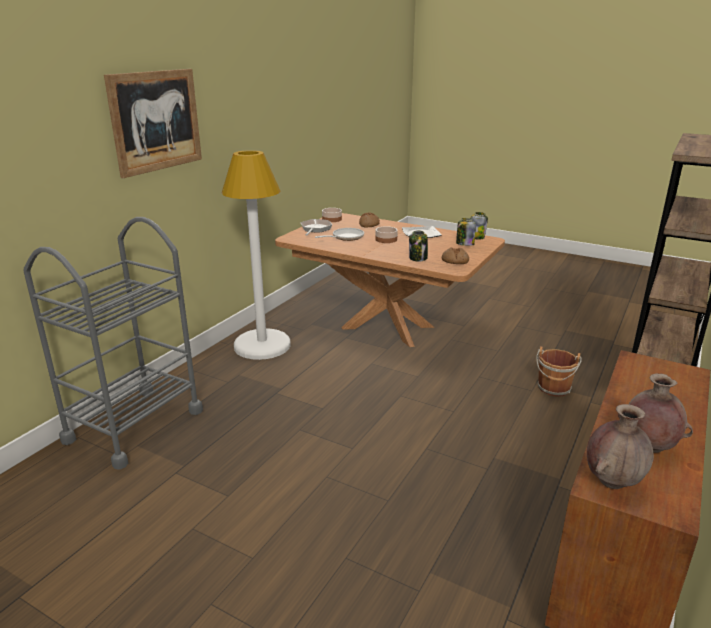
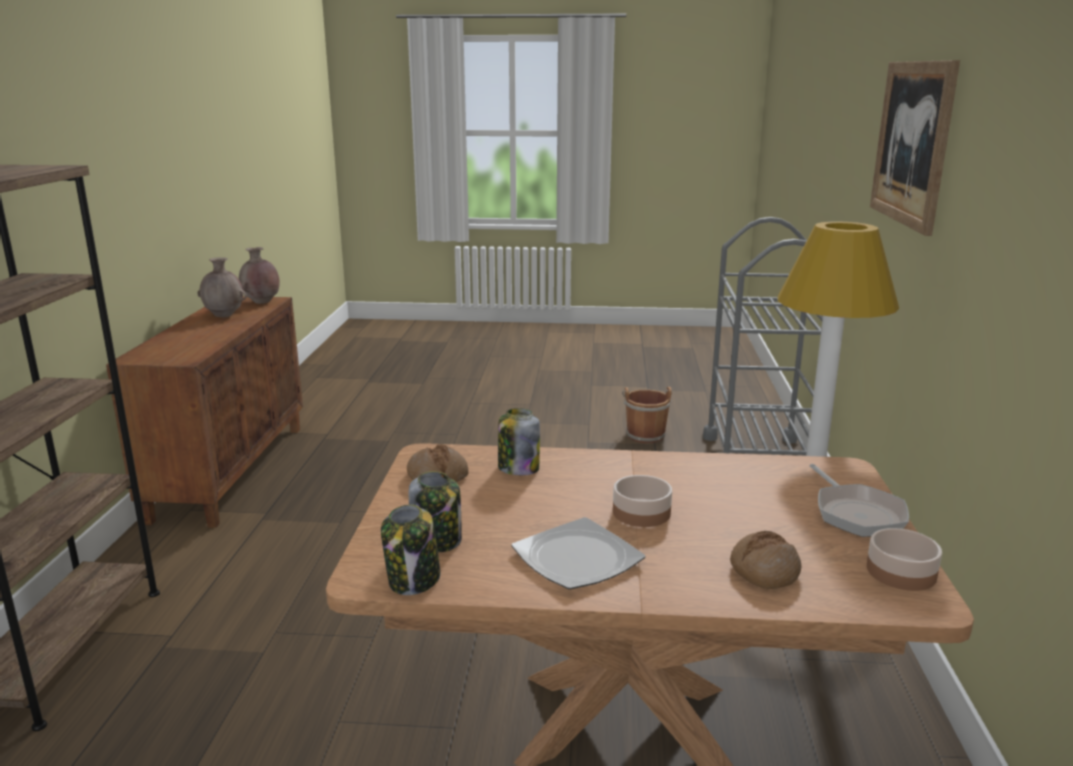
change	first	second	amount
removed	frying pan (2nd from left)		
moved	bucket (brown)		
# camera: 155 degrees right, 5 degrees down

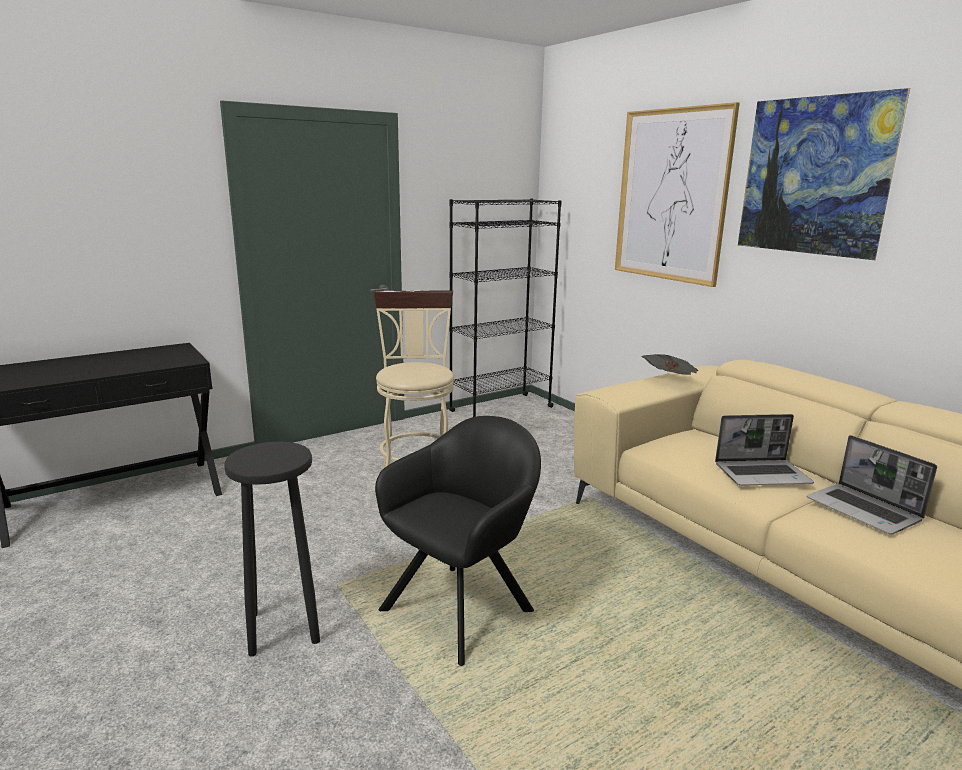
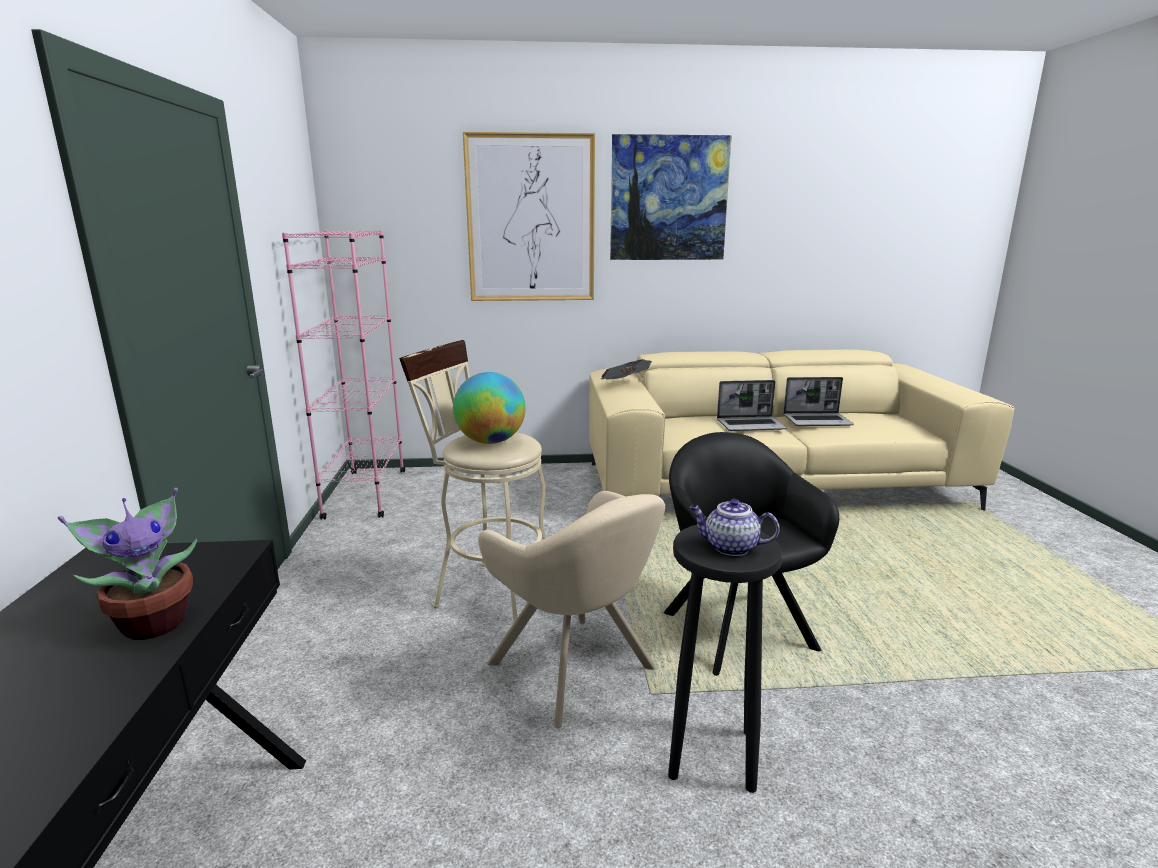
change	first	second	amount
added		potted plant	
added		globe	
added		armchair (beige)	
added		teapot	
recoloured	bookcase (black)	bookcase (pink)	
turned	laptop (1st from left)		60 degrees clockwise
# camera: 60 degrees left, 0 degrees up

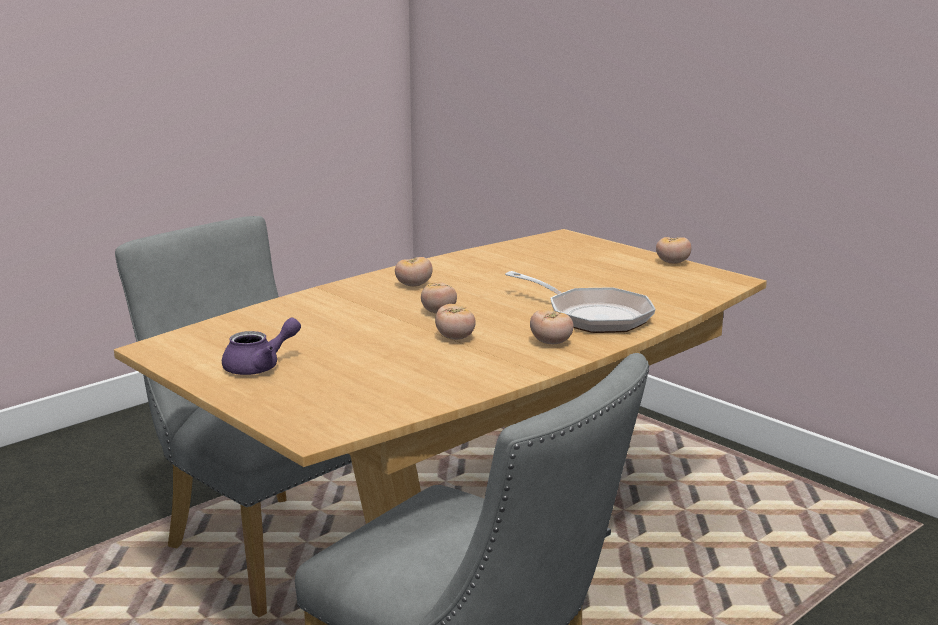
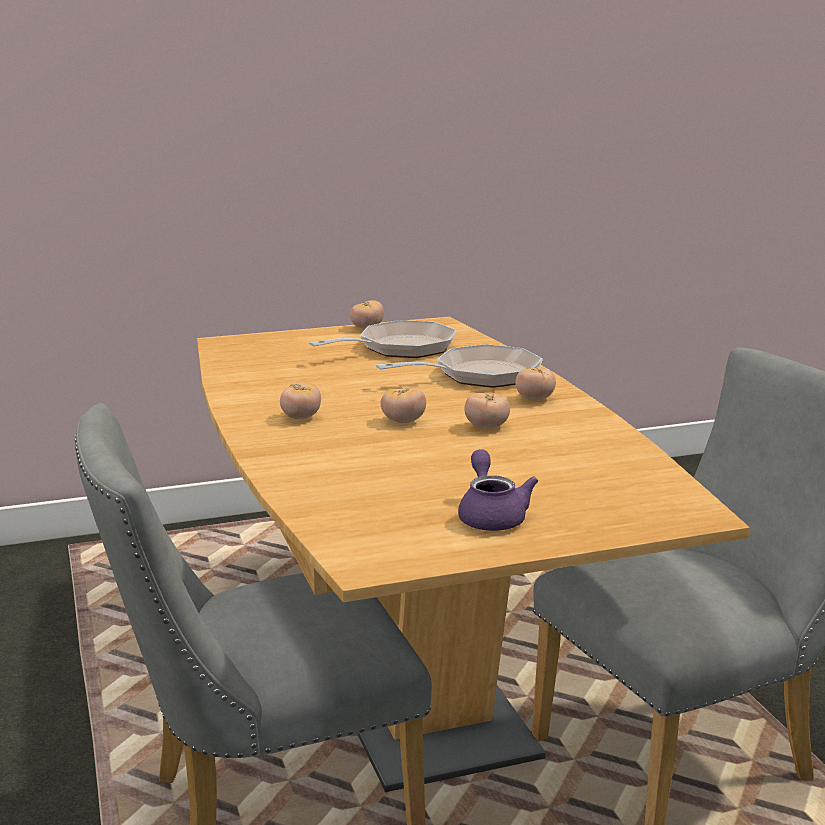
change	first	second	amount
added		frying pan (1st from left)	
# camera: 65 degrees left, 0 degrees up

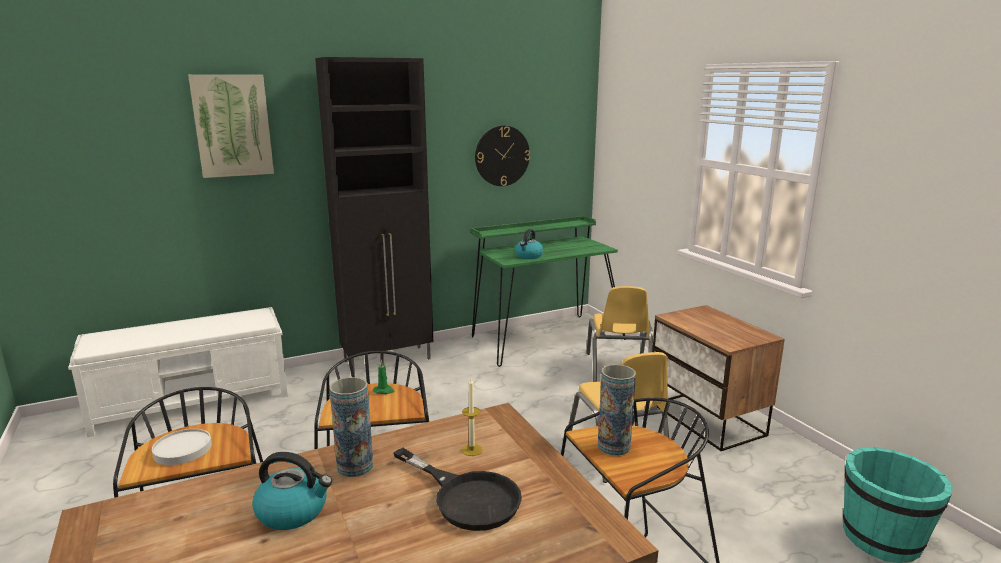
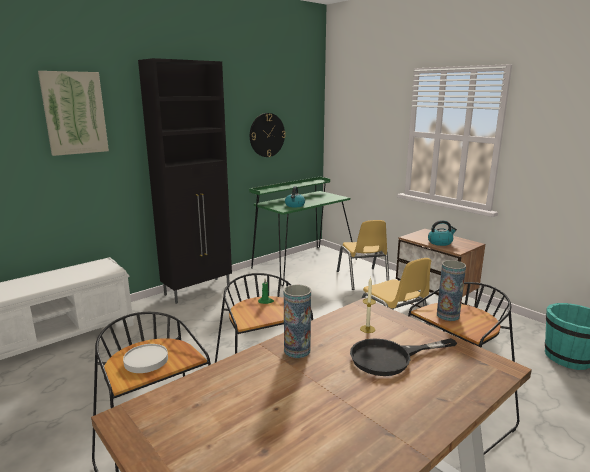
change	first	second	amount
moved	kettle (1st from left in the first image)	kettle (2nd from left)	
turned	frying pan (black)		135 degrees clockwise
# camera: 15 degrees left, 0 degrees up

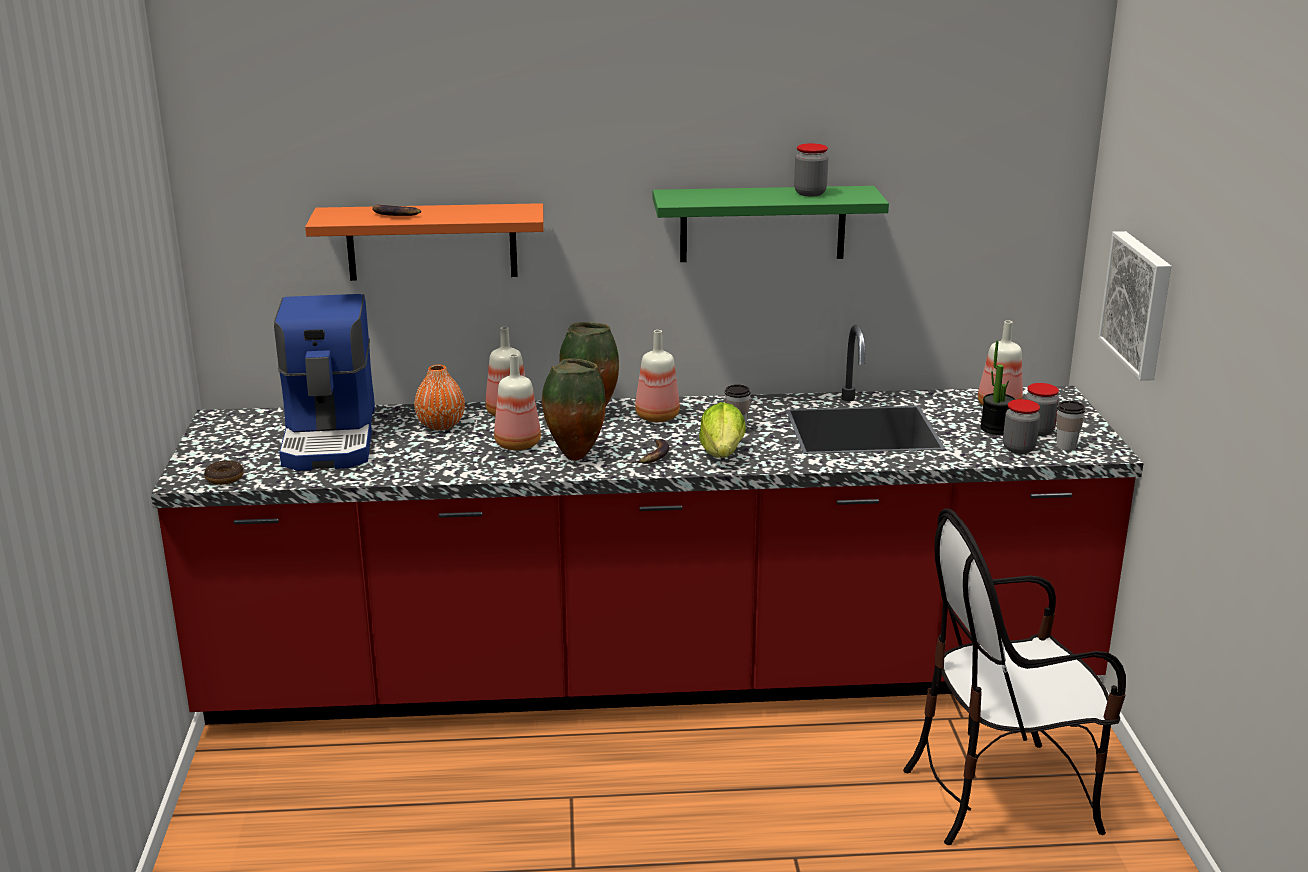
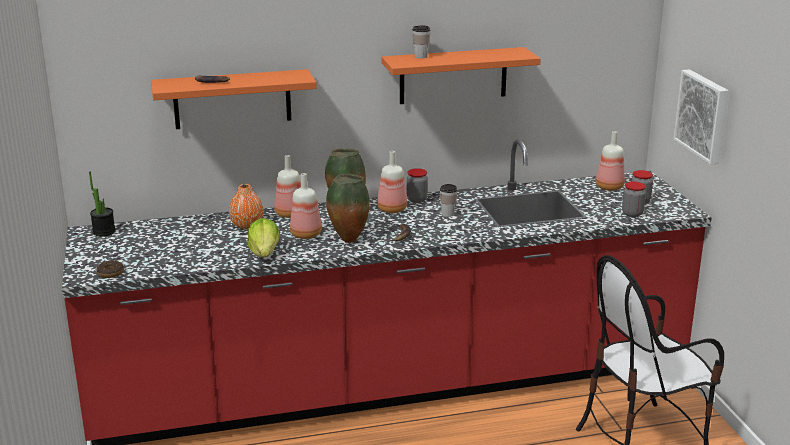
change	first	second	amount
removed	coffee machine		
moved	lettuce		
moved	jar (1st from left)		
moved	potted plant		
moved	cup (2nd from left in the first image)	cup (1st from left)	
recoloured	shelf (green)	shelf (orange) (2nd from left)	
# camera: 10 degrees left, 0 degrees up

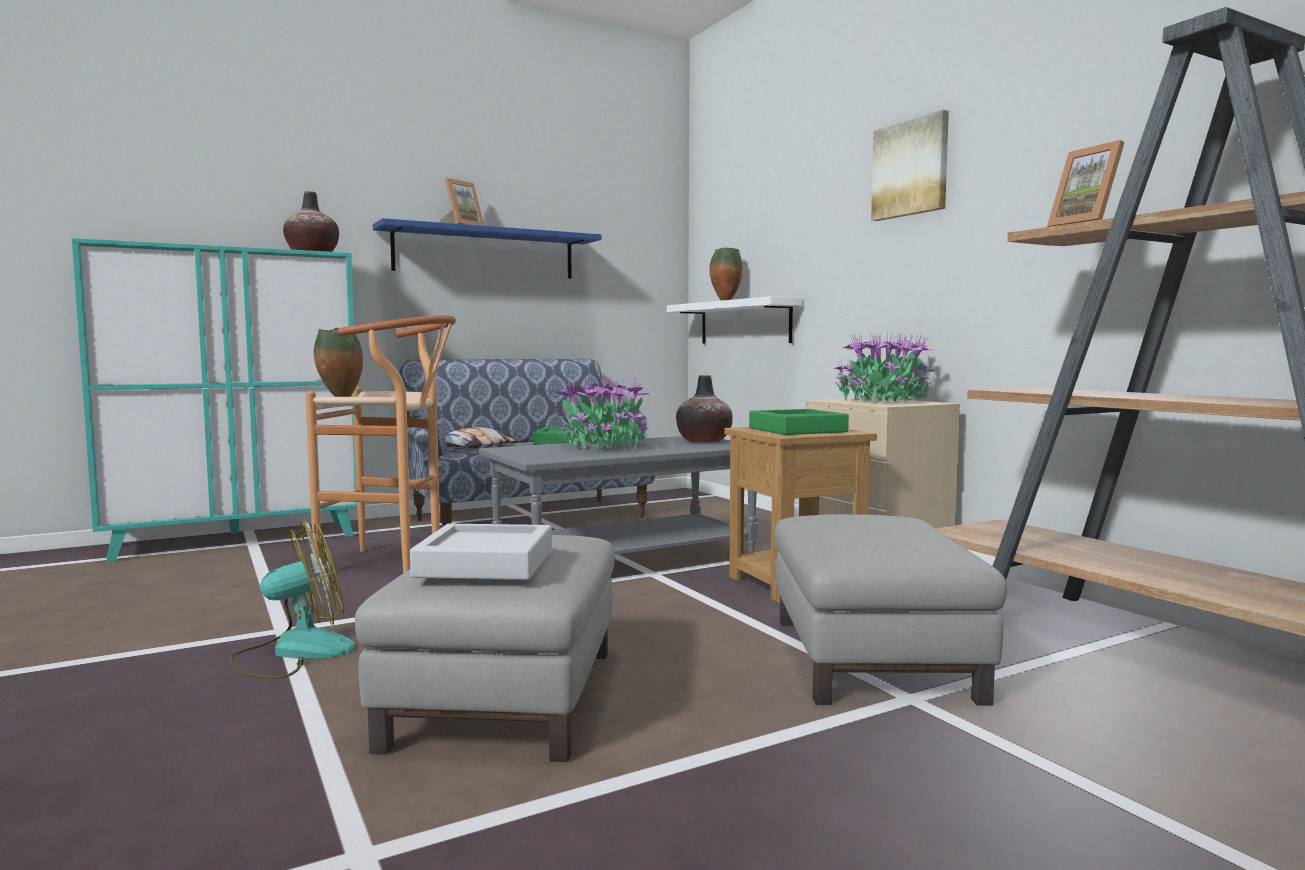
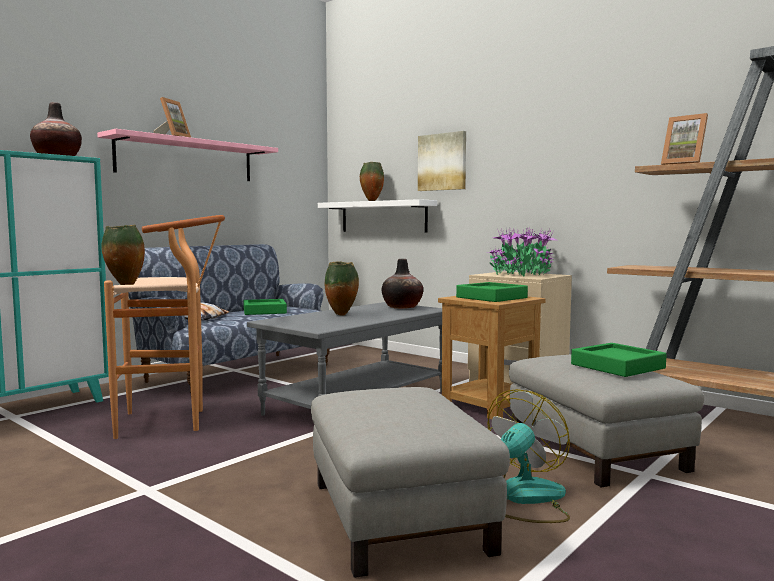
change	first	second	amount
removed	tray (grey)		
added		tray (green) (3rd from left)	
moved	fan		
moved	picture		
replaced	potted plant (1st from left)	vase (3rd from left)	
recoloured	shelf (blue)	shelf (pink)	
# camera: 20 degrees left, 0 degrees up

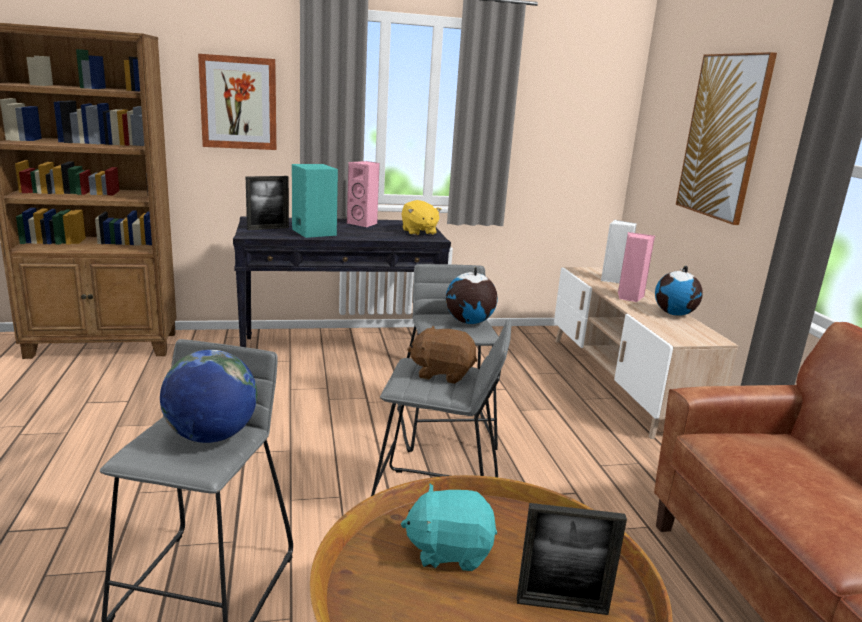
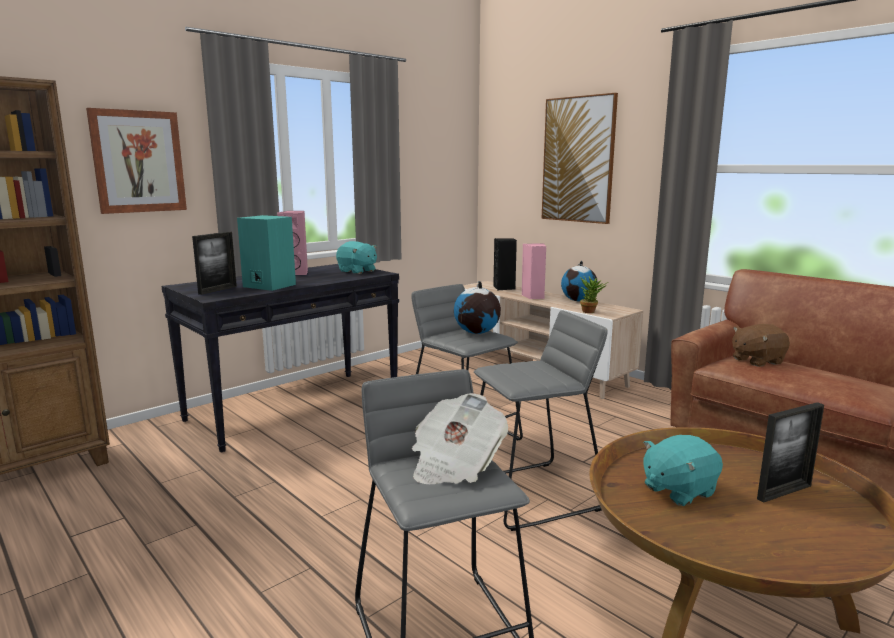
change	first	second	amount
added		potted plant	
moved	plush toy (brown)		
replaced	globe (1st from left)	newspaper	
recoloured	plush toy (yellow)	plush toy (turquoise) (1st from left)	
recoloured	speaker (white)	speaker (black)	
# camera: 30 degrees left, 5 degrees down

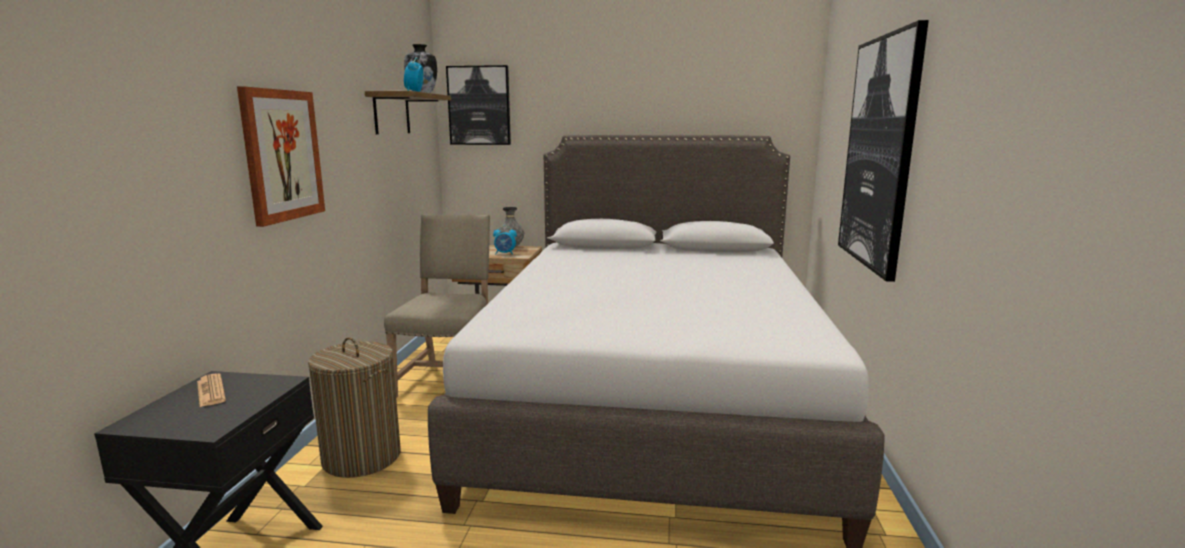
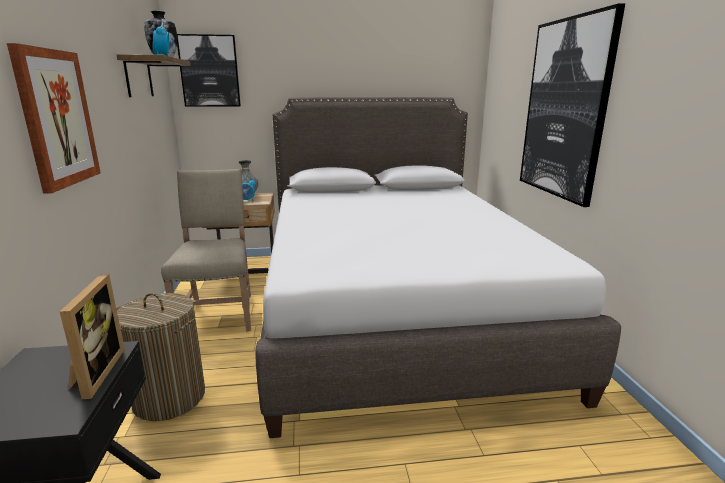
change	first	second	amount
removed	newspaper		
added		picture frame	
# camera: 15 degrees left, 5 degrees up

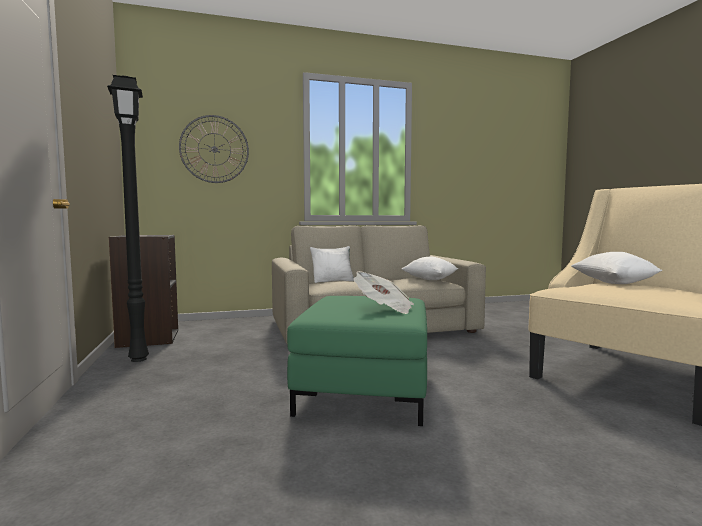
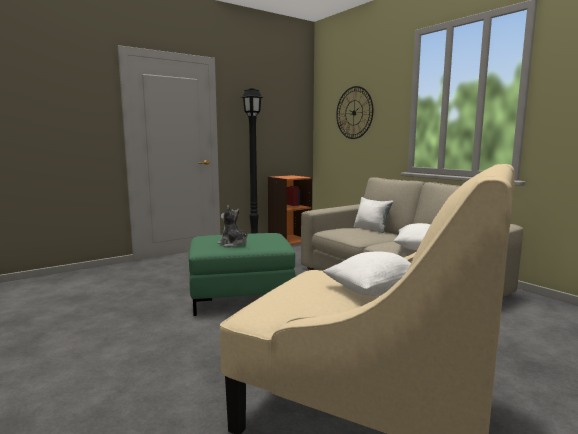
change	first	second	amount
replaced	newspaper	plush toy	
recoloured	bookcase (black)	bookcase (orange)	
# camera: 70 degrees right, 5 degrees up

